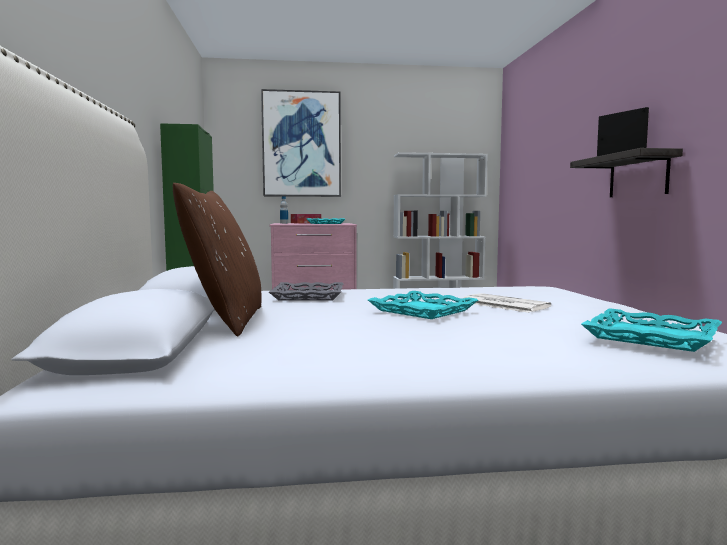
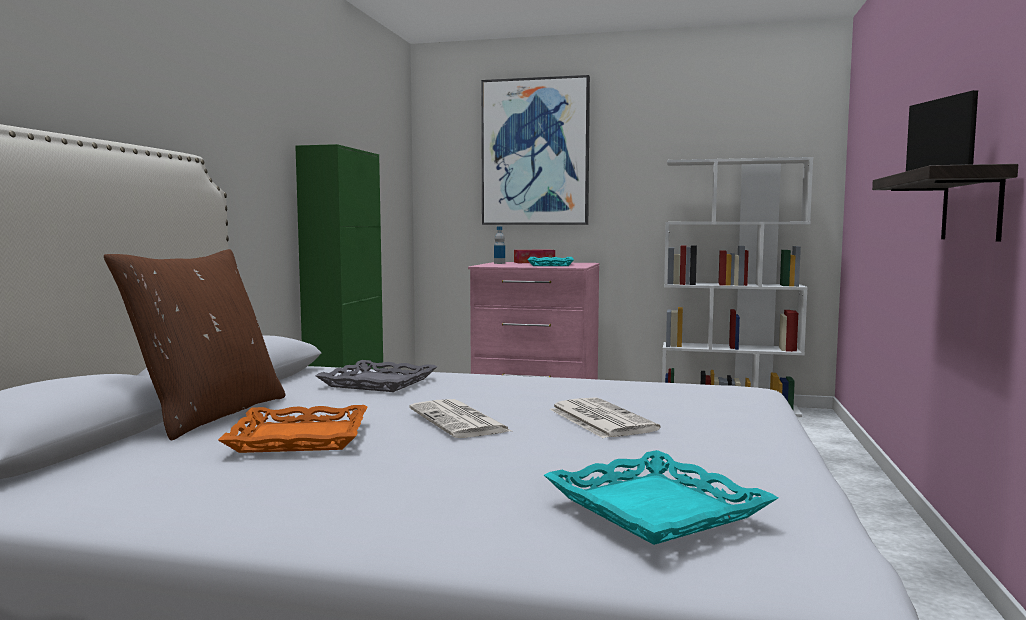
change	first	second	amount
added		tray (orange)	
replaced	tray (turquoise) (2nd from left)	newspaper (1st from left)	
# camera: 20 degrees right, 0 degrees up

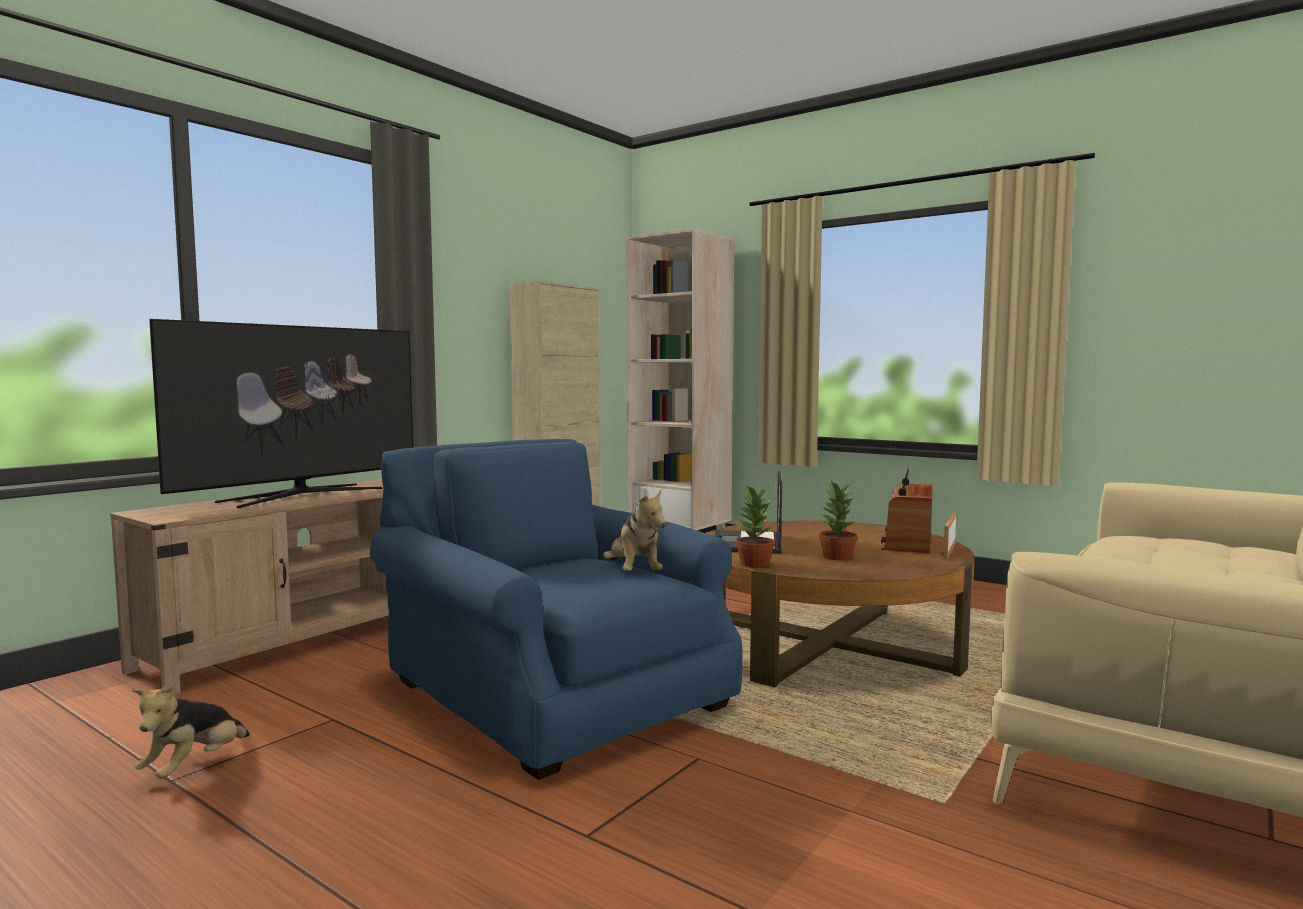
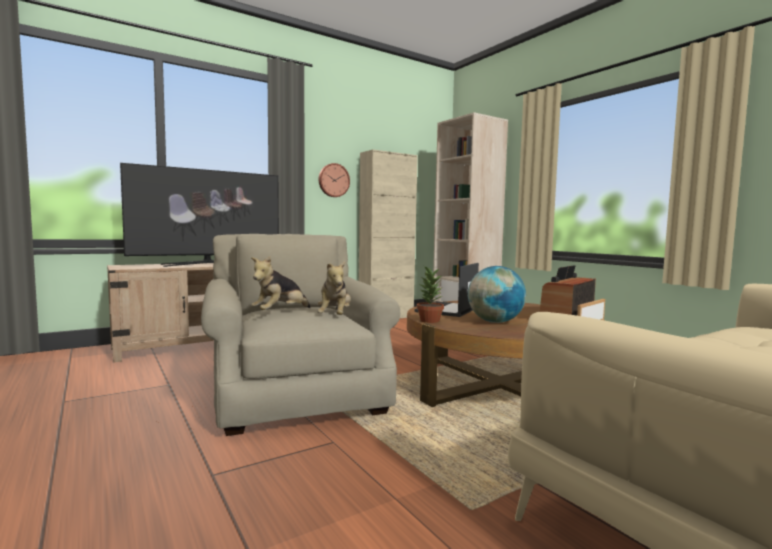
change	first	second	amount
added		wall clock	
moved	plush toy (1st from left)		
replaced	potted plant (2nd from left)	globe	
recoloured	armchair (blue)	armchair (beige)	
# camera: 20 degrees right, 0 degrees up

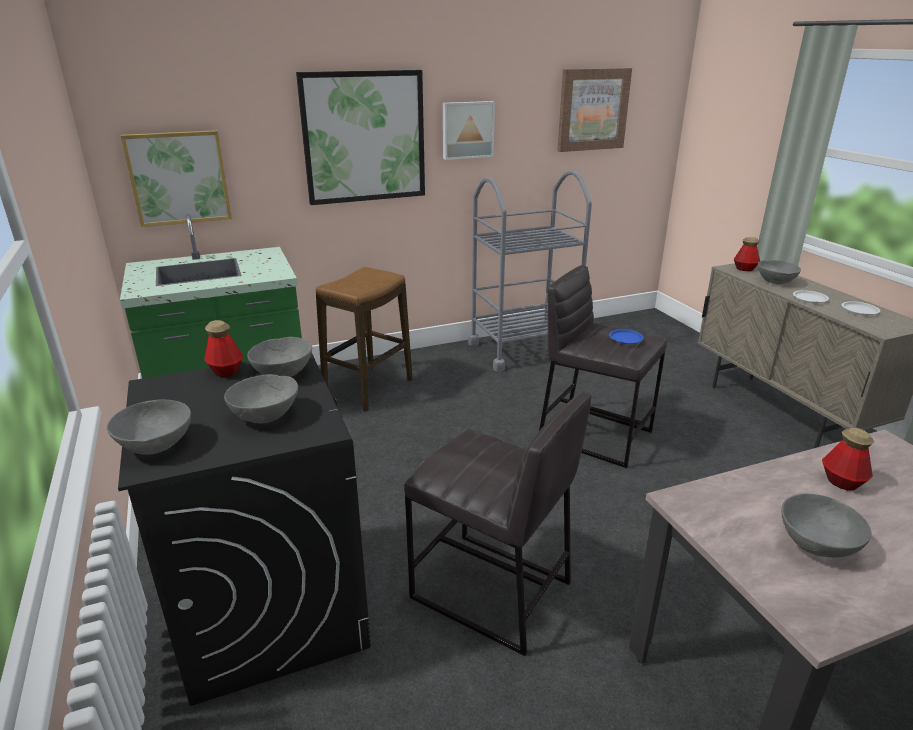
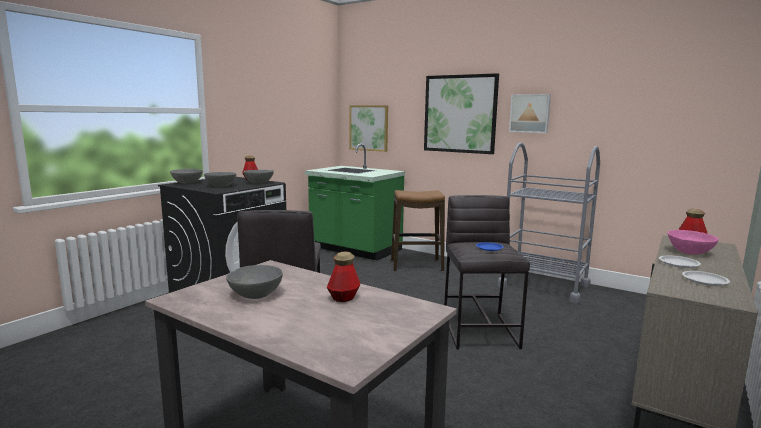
change	first	second	amount
removed	picture (4th from left)		
recoloured	bowl (grey) (4th from left)	bowl (pink)	
# camera: 55 degrees right, 15 degrees down

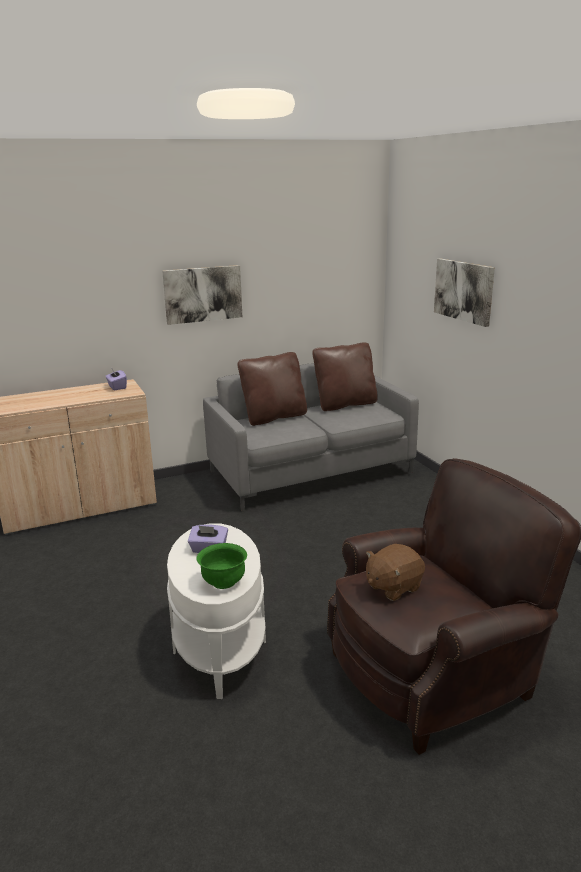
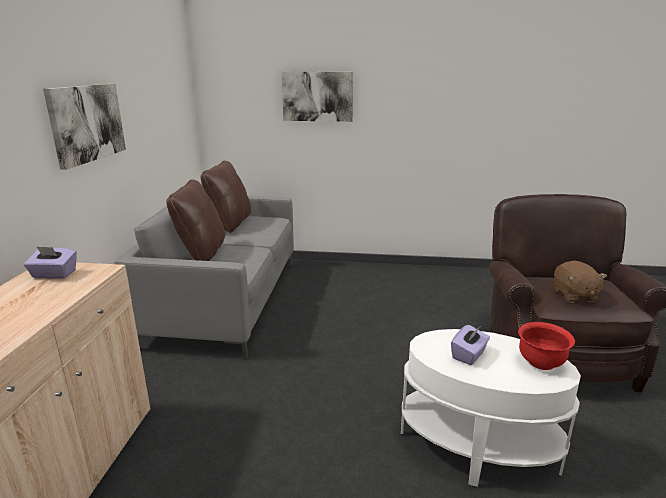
change	first	second	amount
recoloured	bowl (green)	bowl (red)	
# camera: 60 degrees left, 0 degrees up

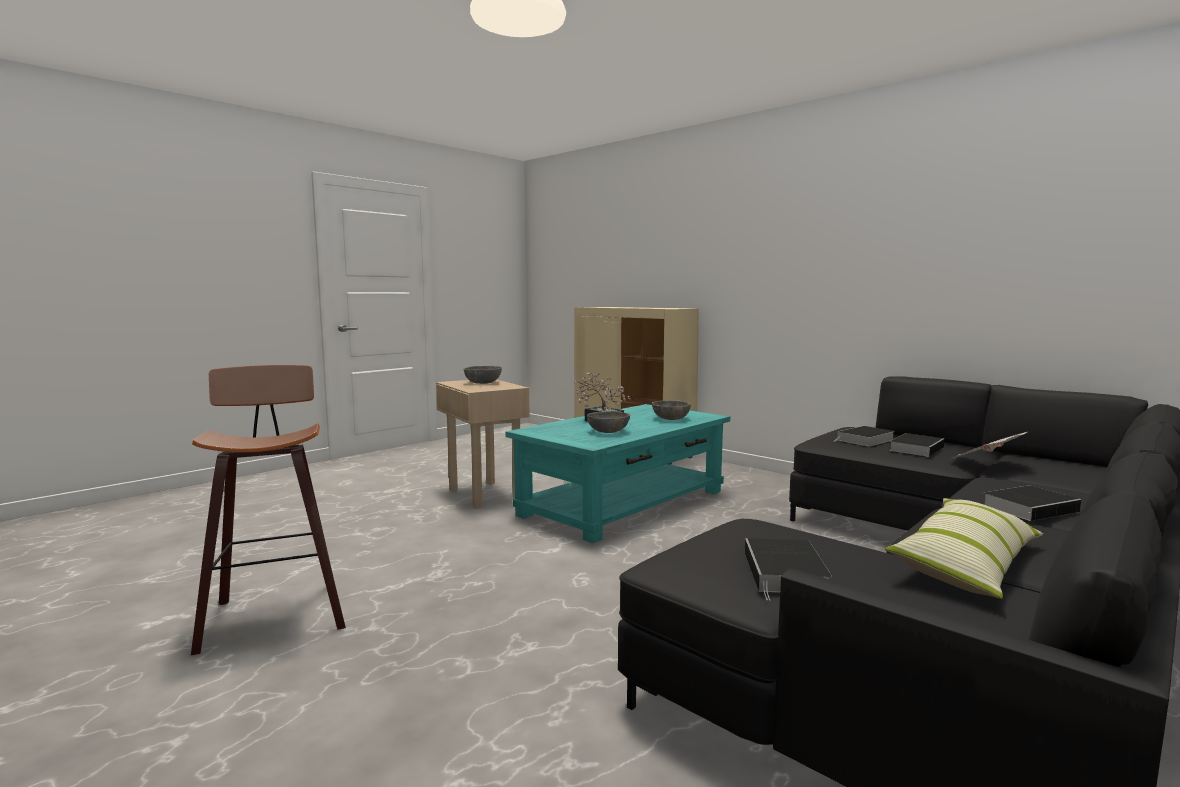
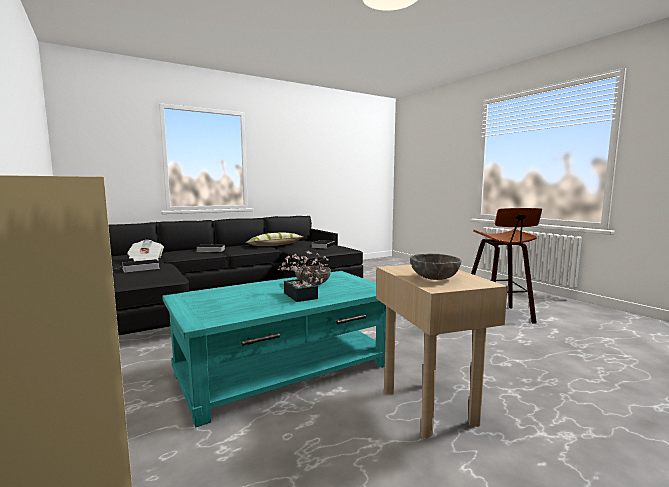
change	first	second	amount
removed	bowl (grey) (3rd from left)		
removed	book (2nd from left)		
# camera: 165 degrees left, 0 degrees up

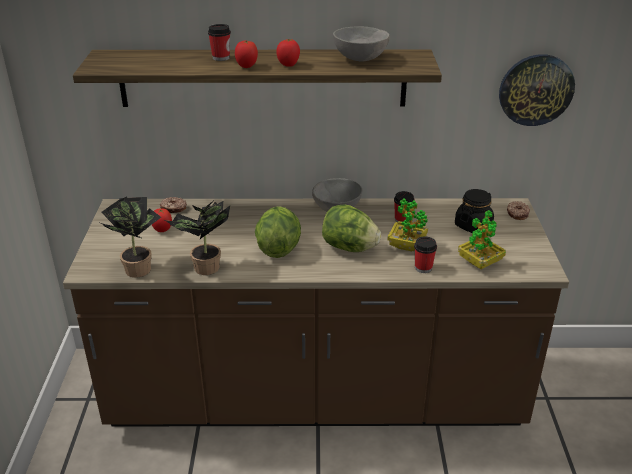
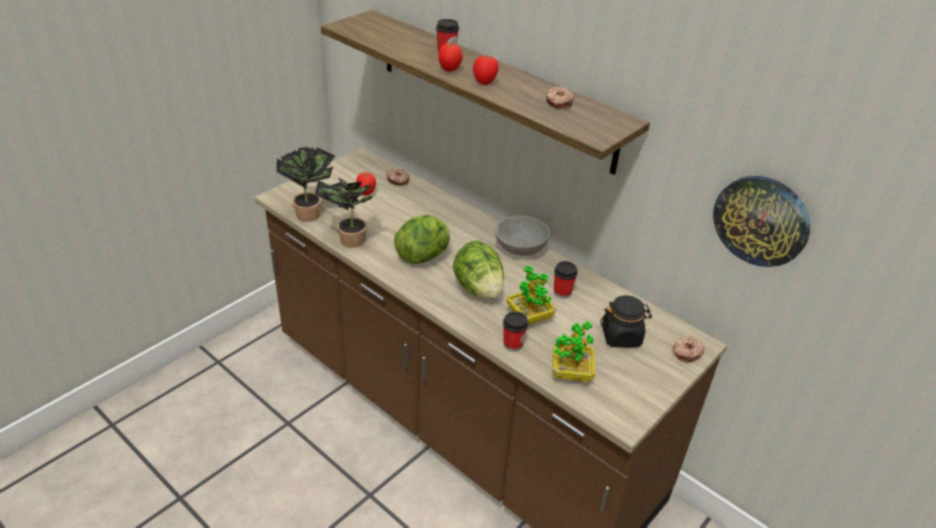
change	first	second	amount
replaced	bowl (grey) (2nd from left)	donut (2nd from left)	
# camera: 40 degrees right, 5 degrees up

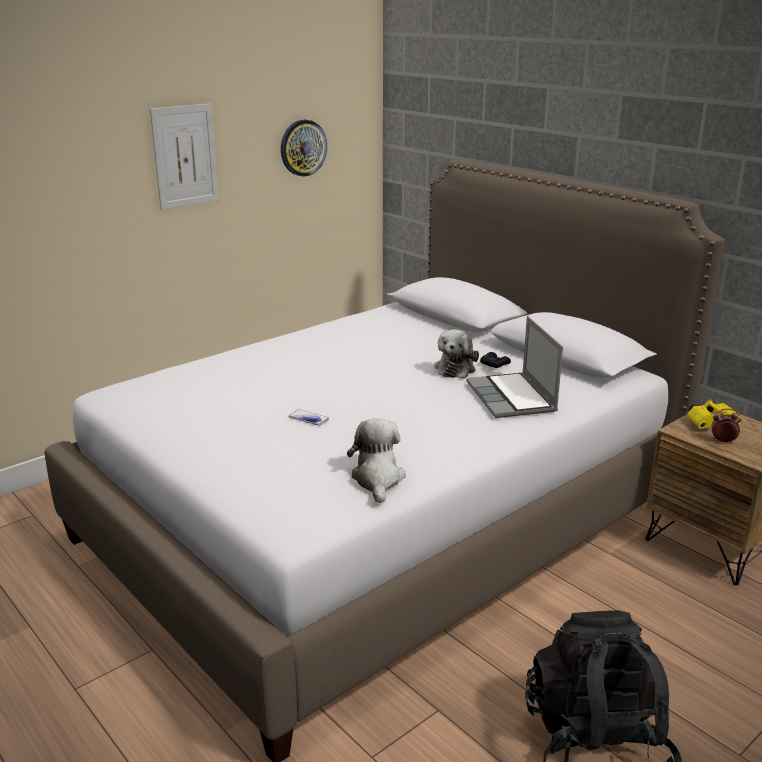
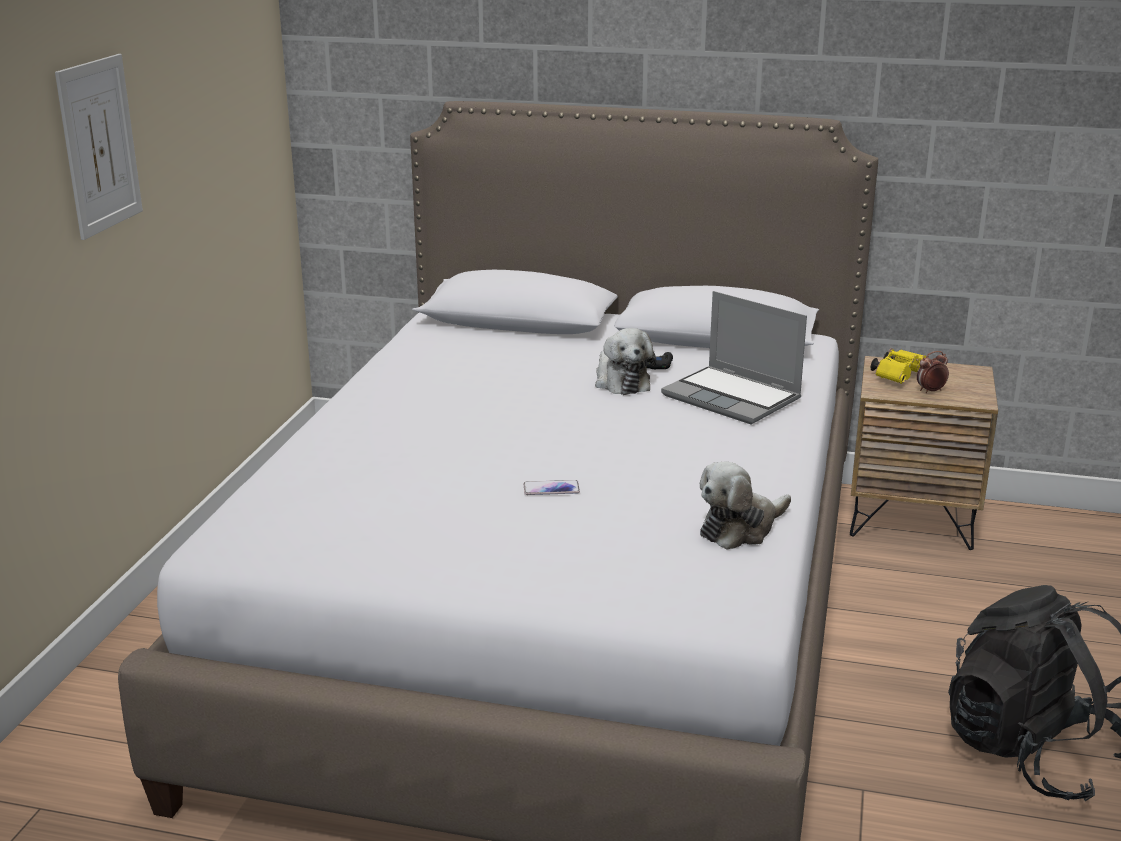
change	first	second	amount
removed	wall clock		
turned	plush toy (1st from left in the first image)	plush toy (2nd from left)	90 degrees counterclockwise
# camera: 35 degrees left, 0 degrees up

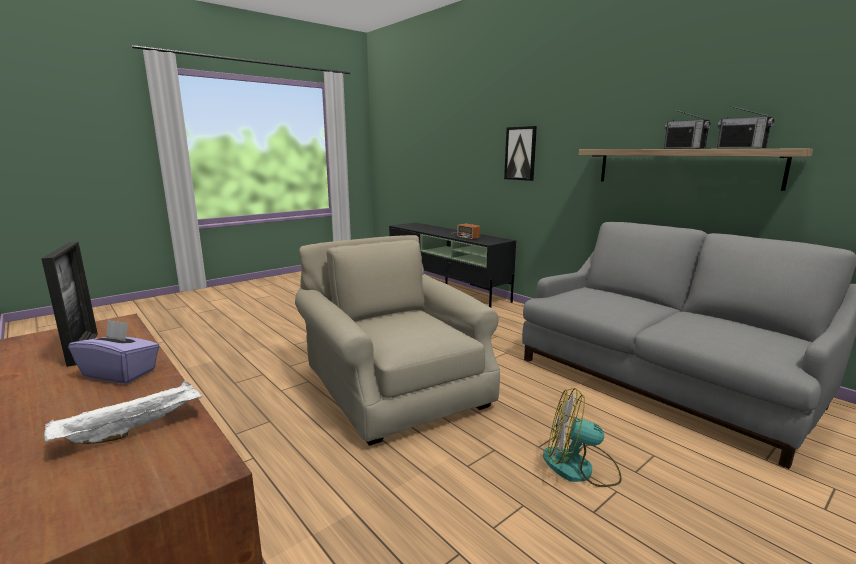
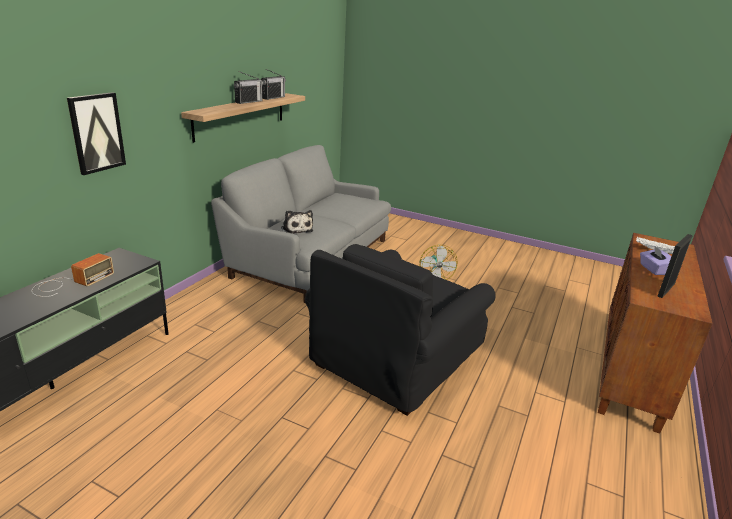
change	first	second	amount
added		plush toy	
recoloured	armchair (beige)	armchair (black)	
# camera: 115 degrees left, 10 degrees up

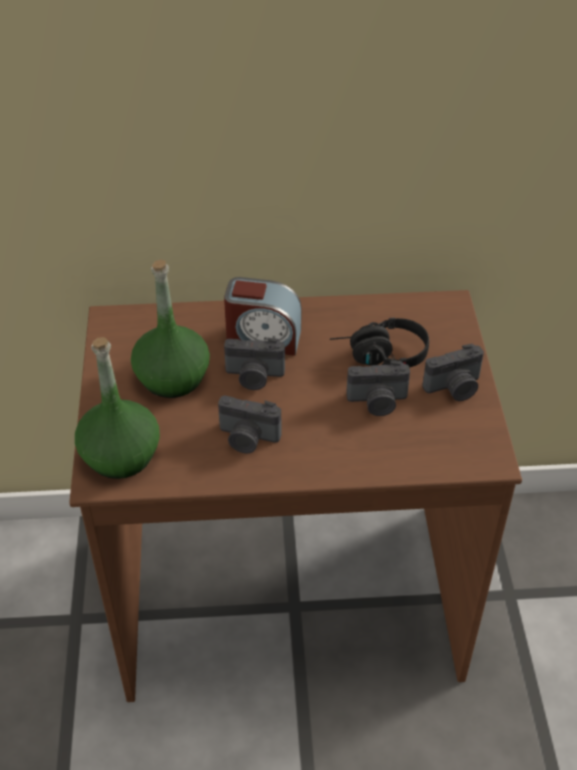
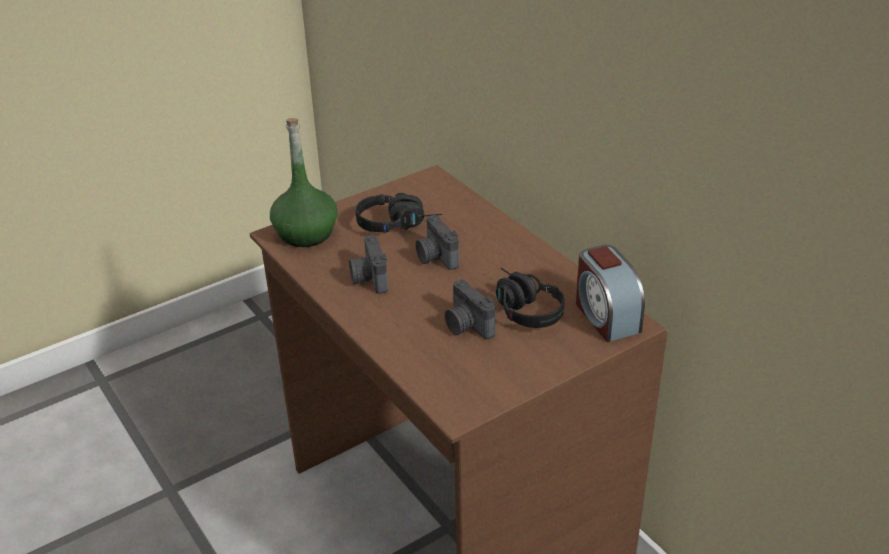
change	first	second	amount
removed	photo camera (4th from left)		
moved	alarm clock		
replaced	bottle (green) (2nd from left)	headphones (black) (1st from left)	
# camera: 60 degrees right, 10 degrees down

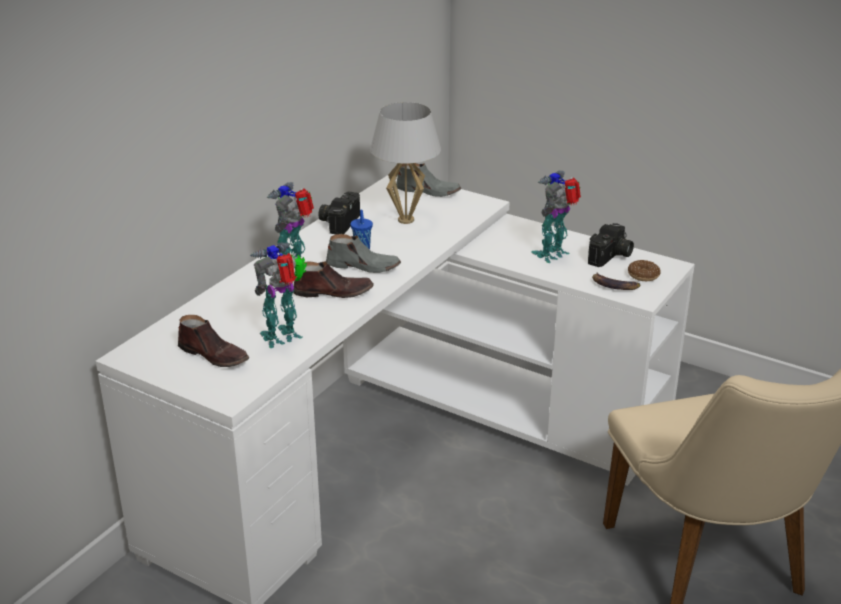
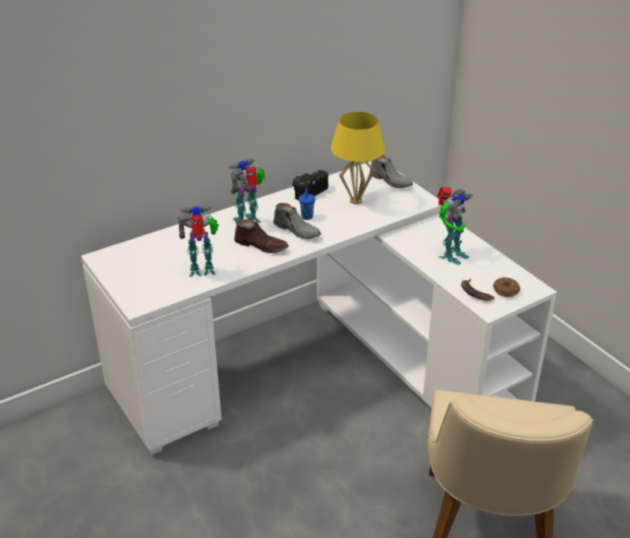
change	first	second	amount
removed	shoe (brown) (1st from left)		
removed	photo camera (2nd from left)		
recoloured	table lamp (white)	table lamp (yellow)	
turned	toy robot (3rd from left)		150 degrees clockwise
# camera: 25 degrees right, 5 degrees up

